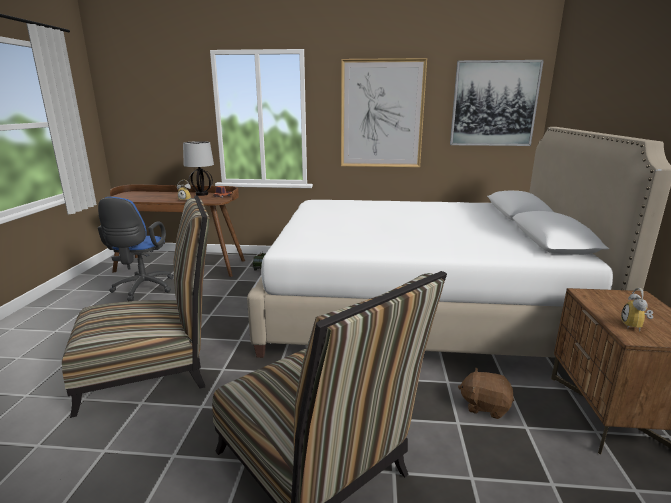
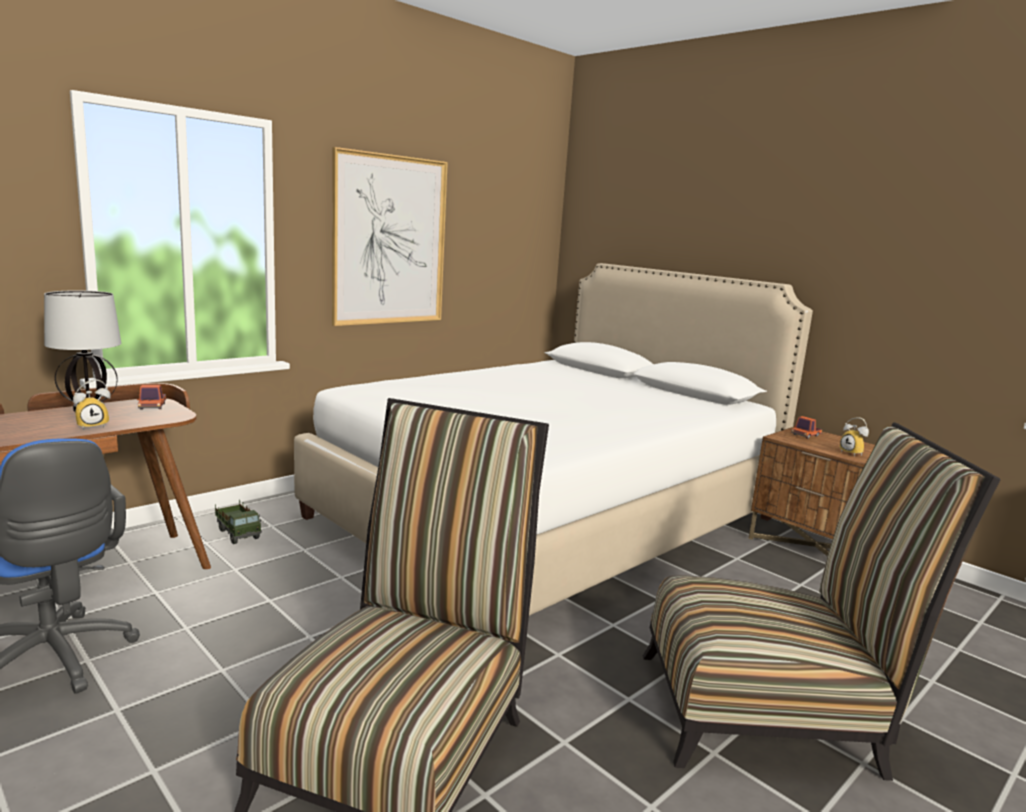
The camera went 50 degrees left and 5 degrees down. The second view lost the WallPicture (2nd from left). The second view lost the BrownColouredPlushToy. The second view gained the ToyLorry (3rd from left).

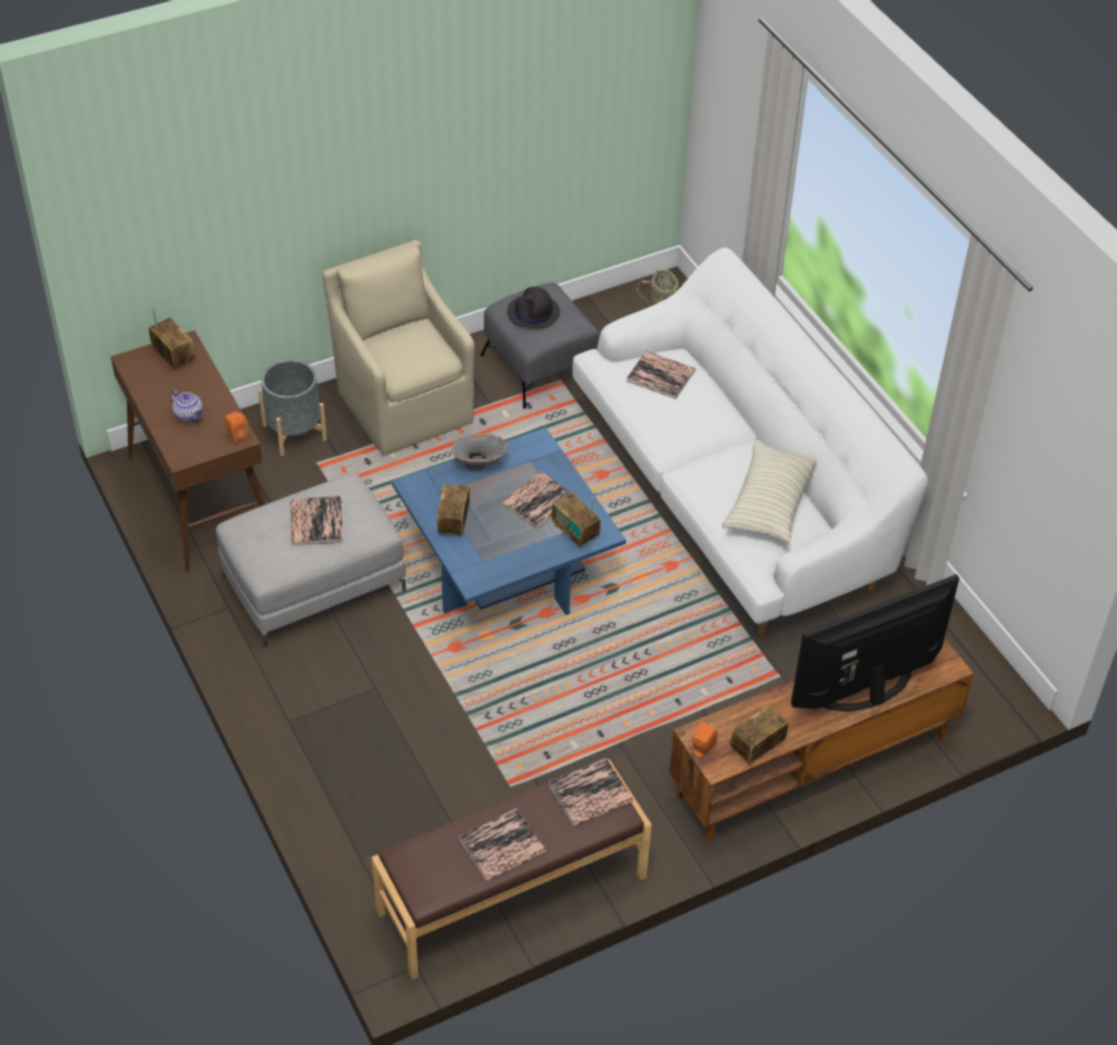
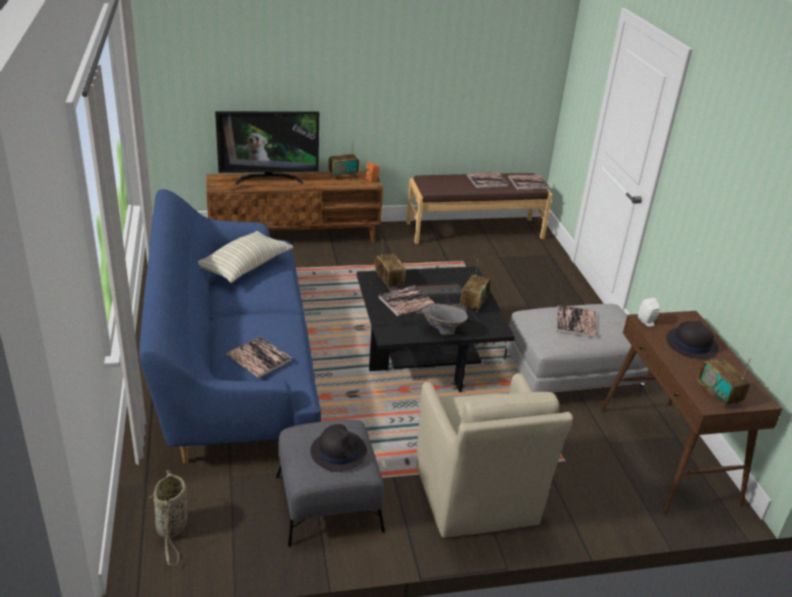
The camera went 165 degrees left and 15 degrees down. What was the WhiteColouredSofa turned into the BlueSofa. The second view lost the GreyFlowerPot. Where the Teapot stood, the BlackWearableHat (2nd from left) came to stand. What was the OrangeyAudioSpeaker (1st from left) turned into the WhiteColouredAudioSpeaker. What was the BlueLowTable turned into the BlackLowTable. The Volume (4th from left) ended up elsewhere.

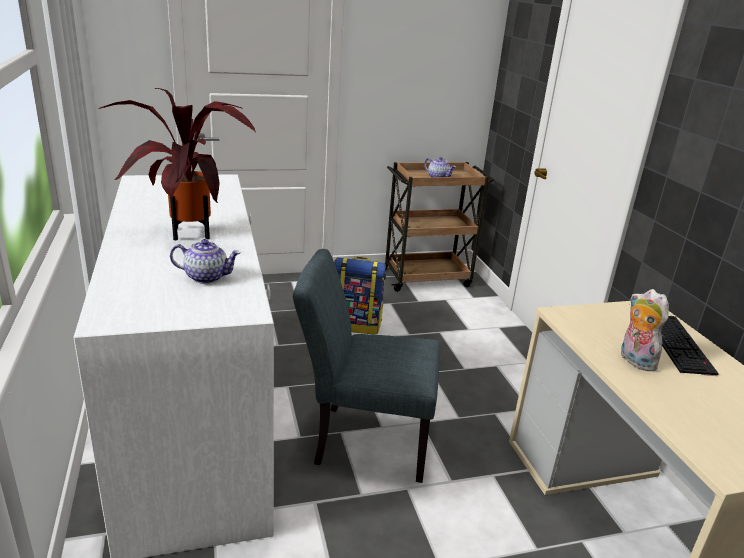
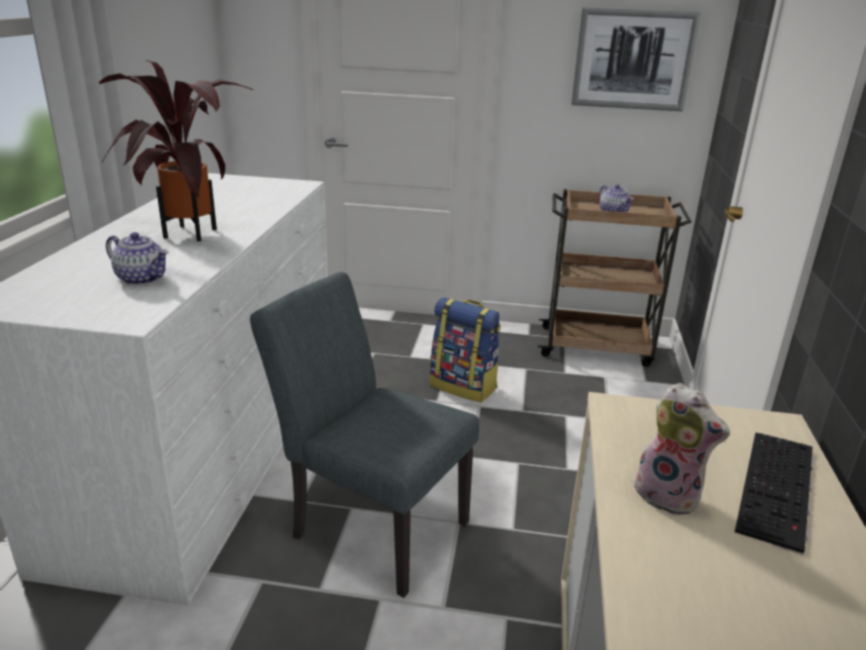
The camera went 25 degrees right and 0 degrees up. The PlushToy ended up facing another way, 135 degrees clockwise from before. The second view gained the WallPicture.

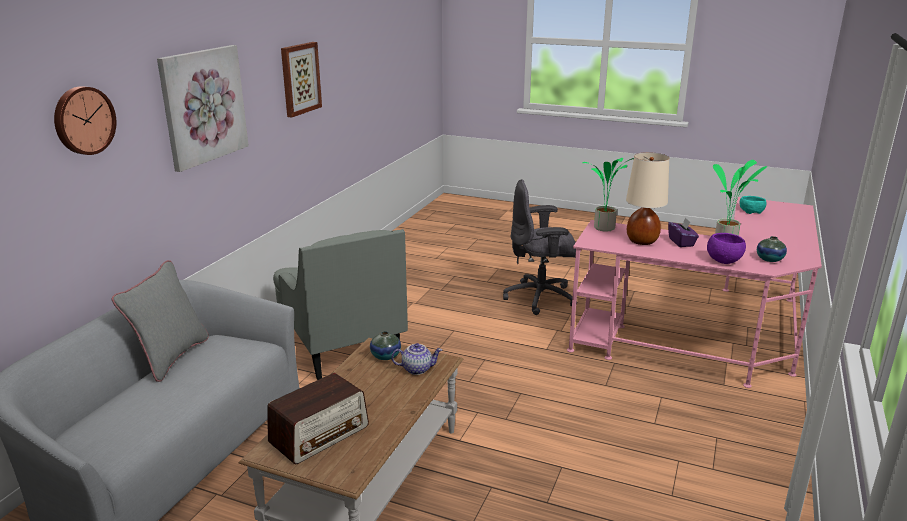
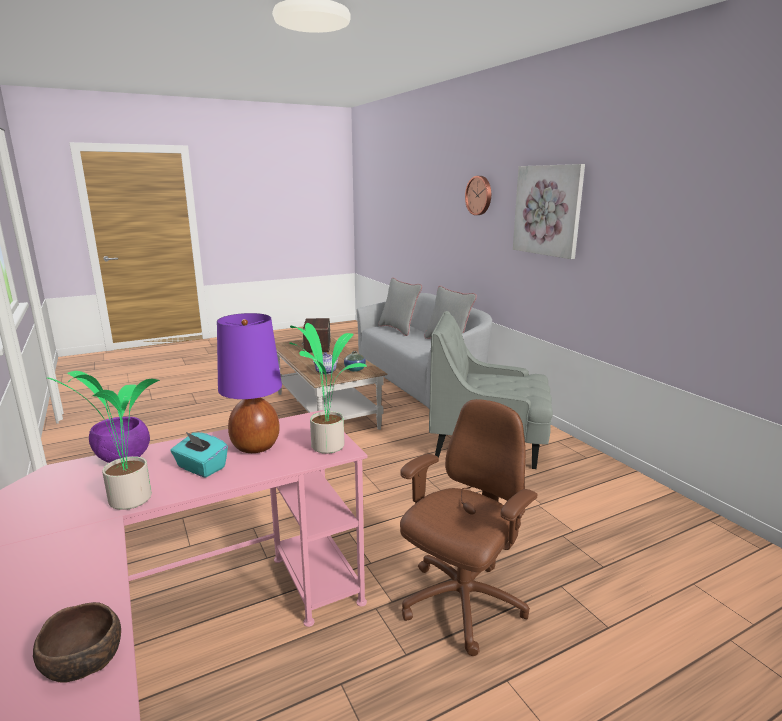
The camera went 130 degrees right and 5 degrees down. The second view lost the WallPicture (2nd from left). What was the SandColouredTableLamp turned into the PurpleTableLamp. What was the GreyComputerChair turned into the BrownColouredComputerChair. What was the TurquoiseServingBowl turned into the BrownColouredServingBowl. What was the PurpleTissueHolder turned into the TurquoiseTissueHolder. The second view lost the DecorativeVase (2nd from left). The second view gained the GreyPillow (1st from left).

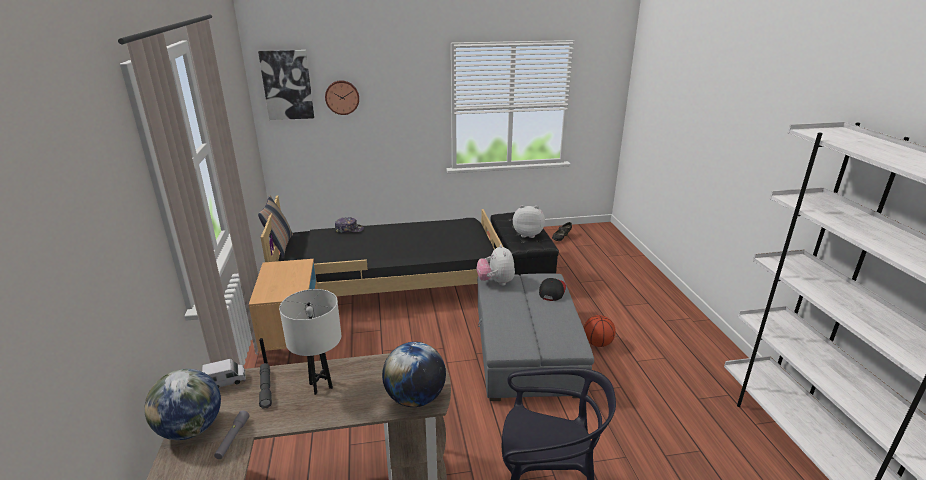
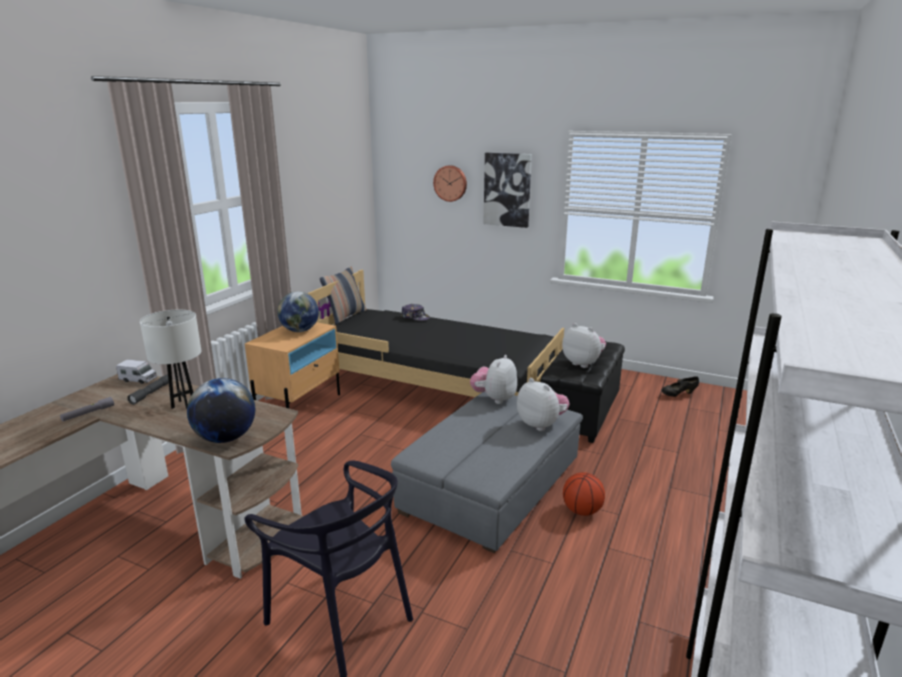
The camera went 35 degrees right and 5 degrees down. The WallPicture ended up elsewhere. Where the Cap (2nd from left) stood, the PlushToy (2nd from left) came to stand. The WorldGlobe (1st from left in the first image) ended up elsewhere.

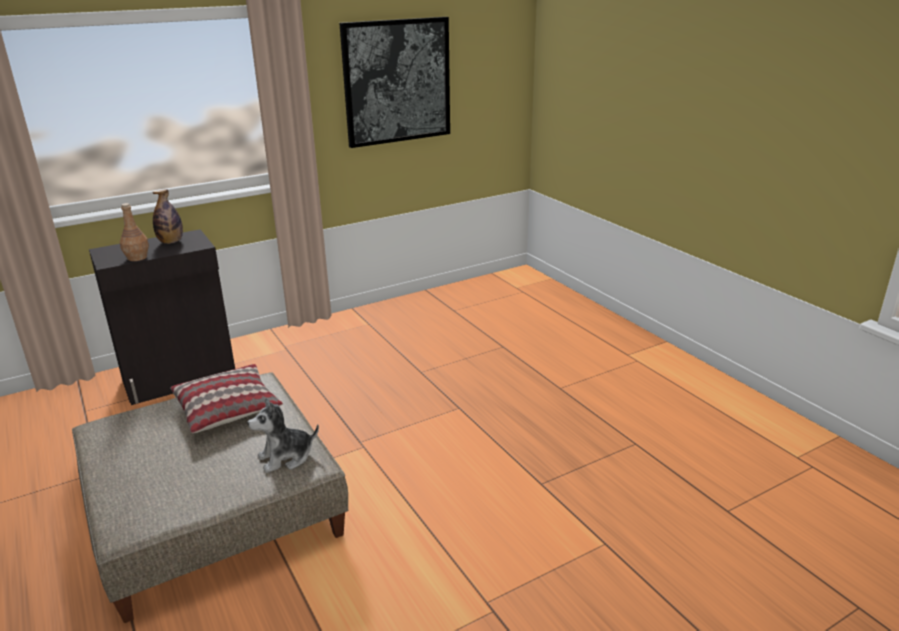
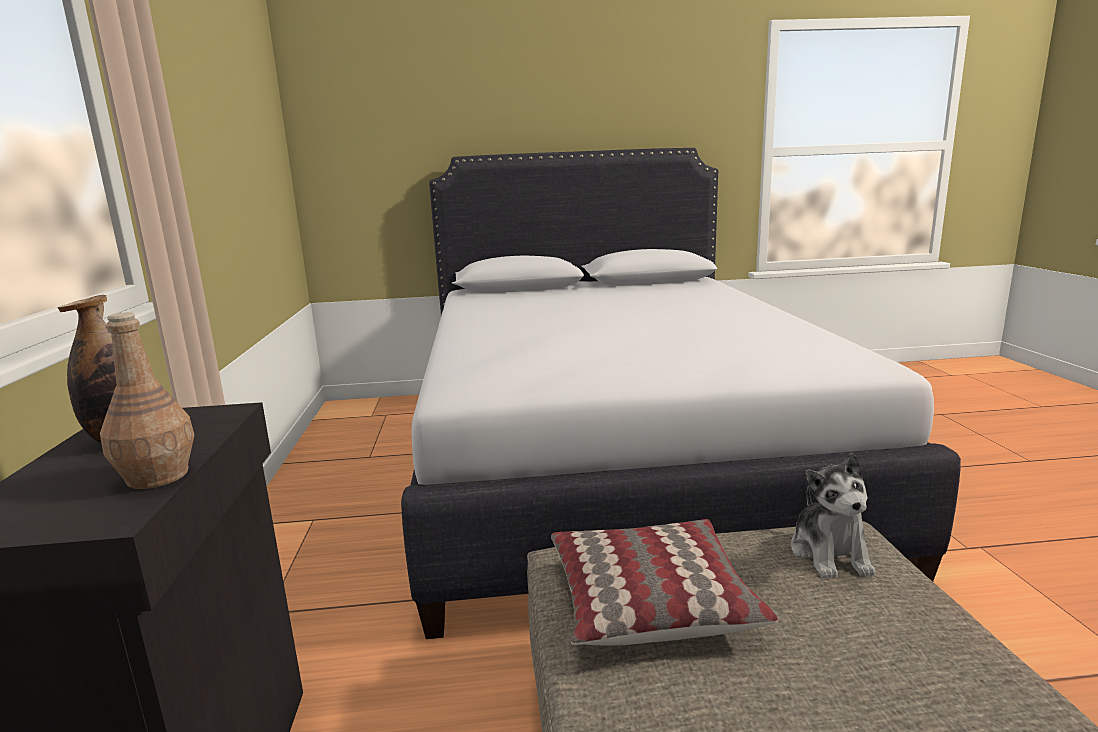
The camera went 65 degrees left and 10 degrees down. The second view lost the WallPicture. The second view gained the WhiteColouredBedroomBed.

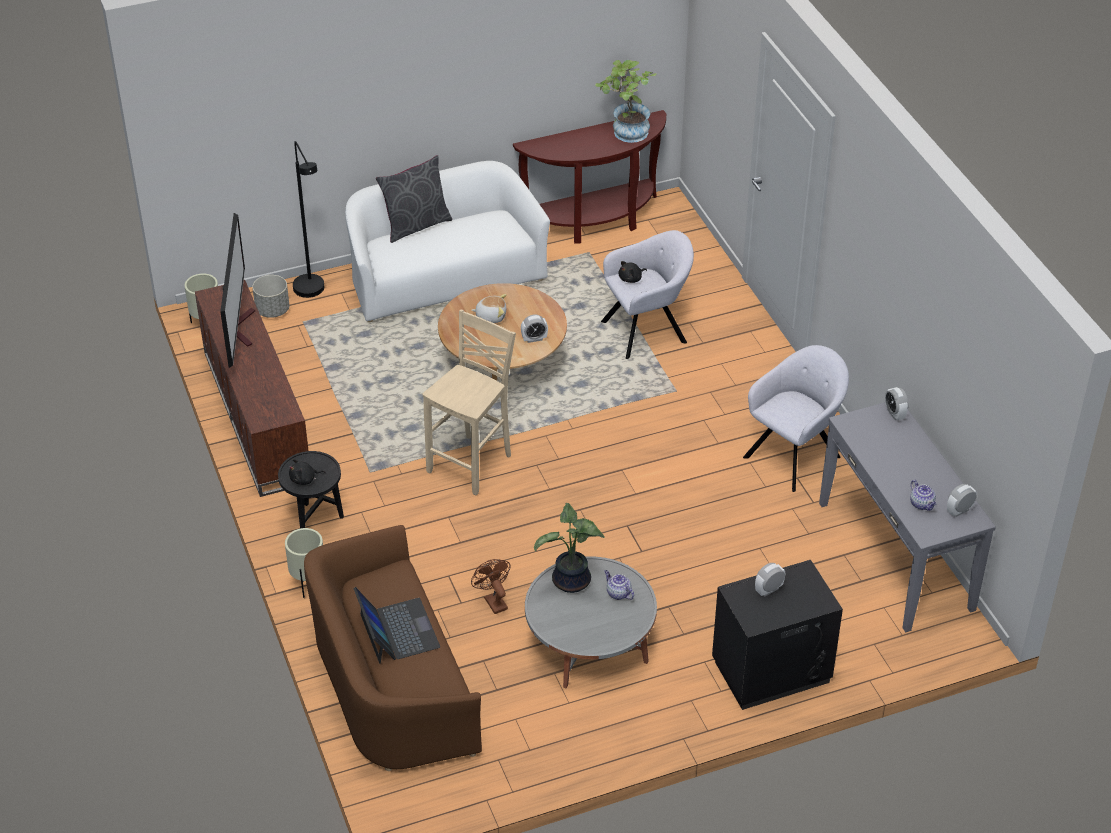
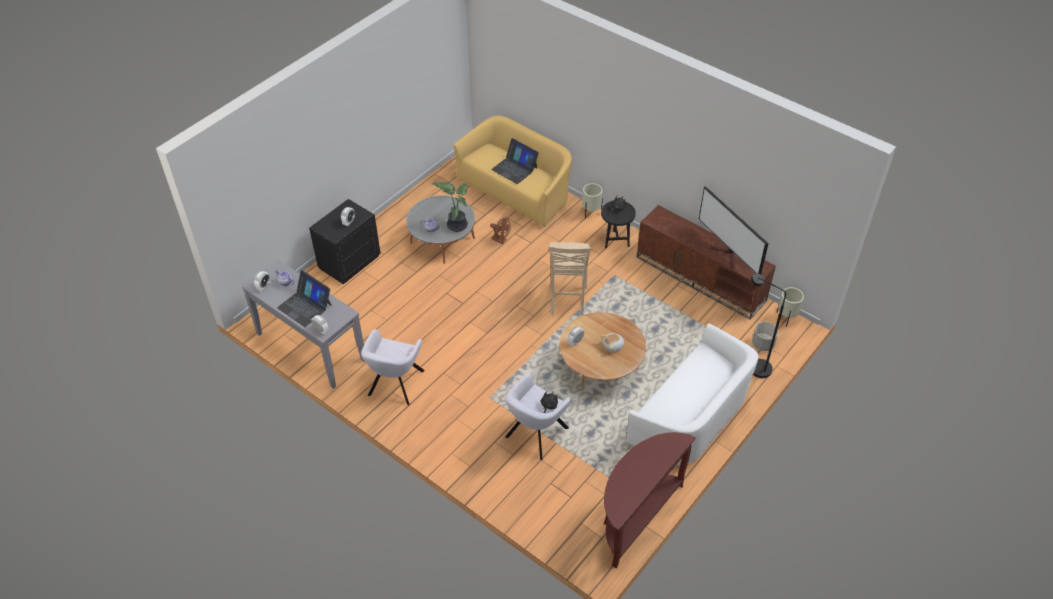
The camera went 150 degrees right and 5 degrees up. The second view lost the Houseplant (2nd from left). The second view lost the GreyPillow. What was the BrownColouredSofa turned into the YellowColouredSofa. The second view gained the PortableComputer (1st from left).

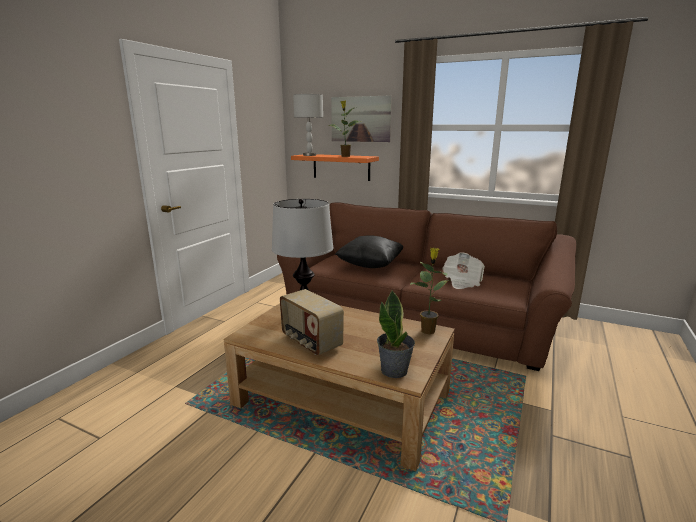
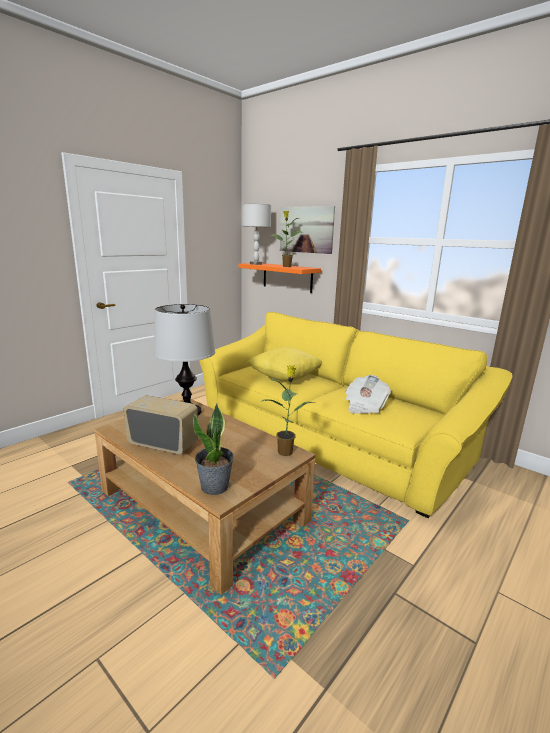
The camera went 15 degrees right and 0 degrees up. What was the BrownColouredSofa turned into the YellowColouredSofa. What was the BlackPillow turned into the YellowColouredPillow. The Radio ended up facing another way, 135 degrees clockwise from before.

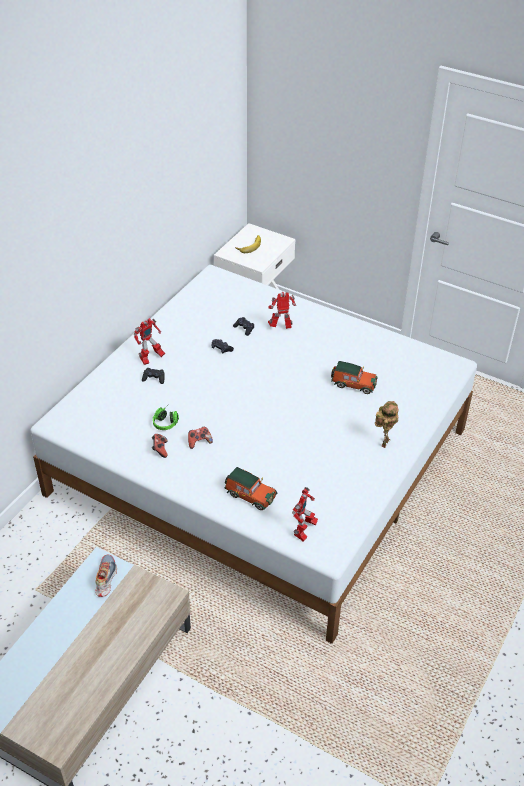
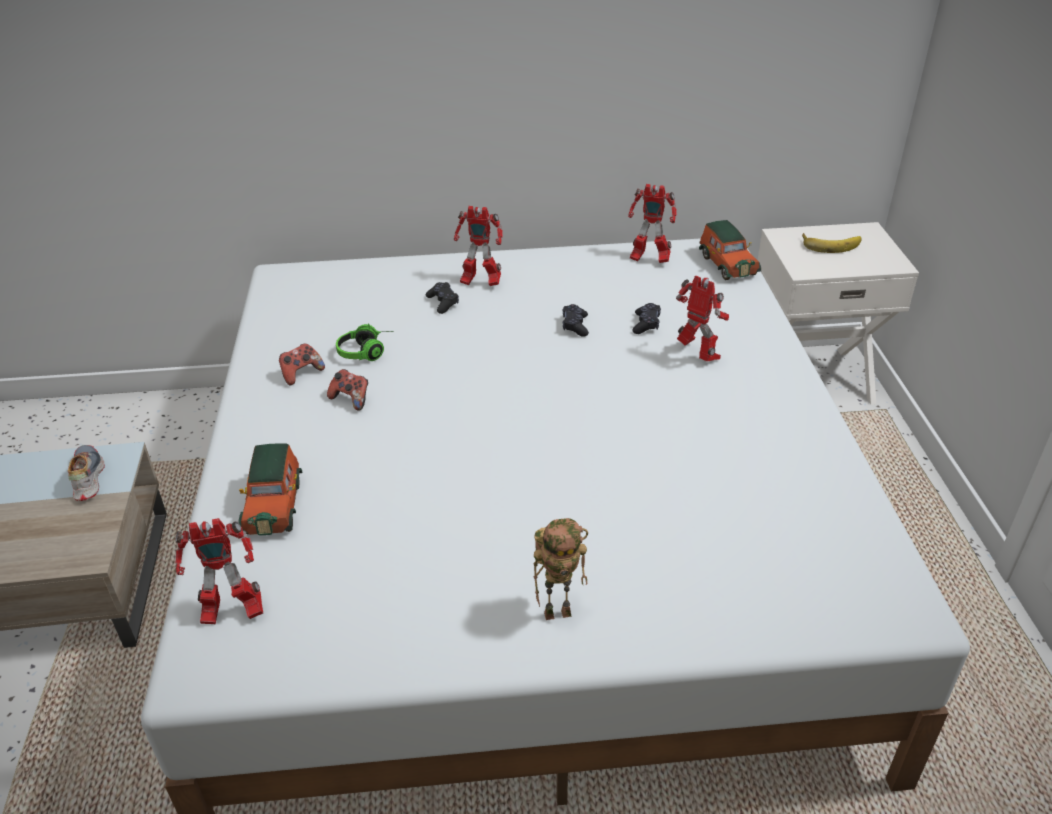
The camera went 55 degrees right and 5 degrees down. The ModelCar (2nd from left) ended up elsewhere. The LowShoe ended up facing another way, 75 degrees counterclockwise from before. The second view gained the ModelRobot (4th from left).

